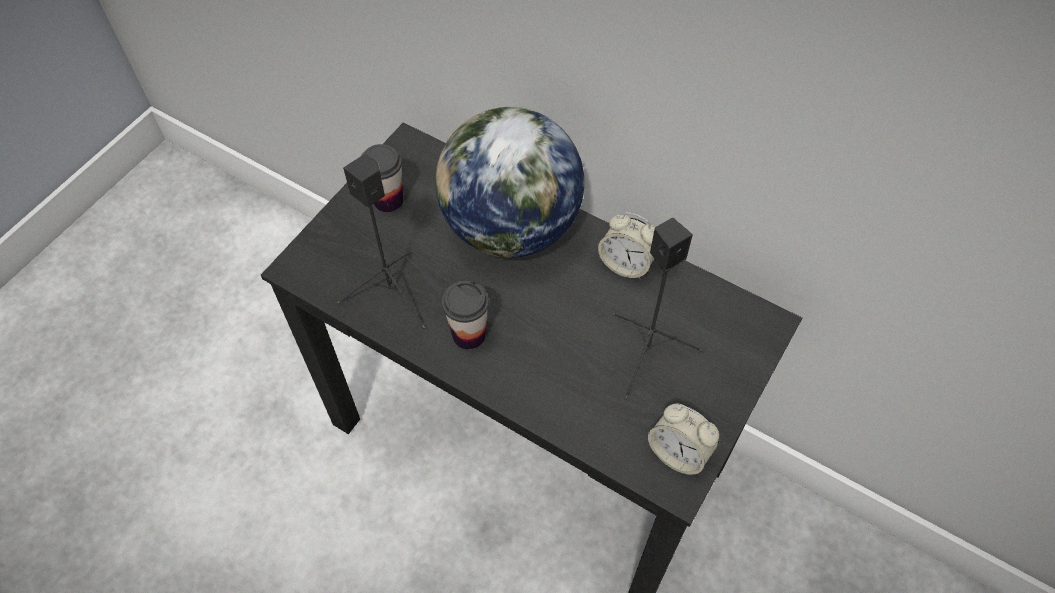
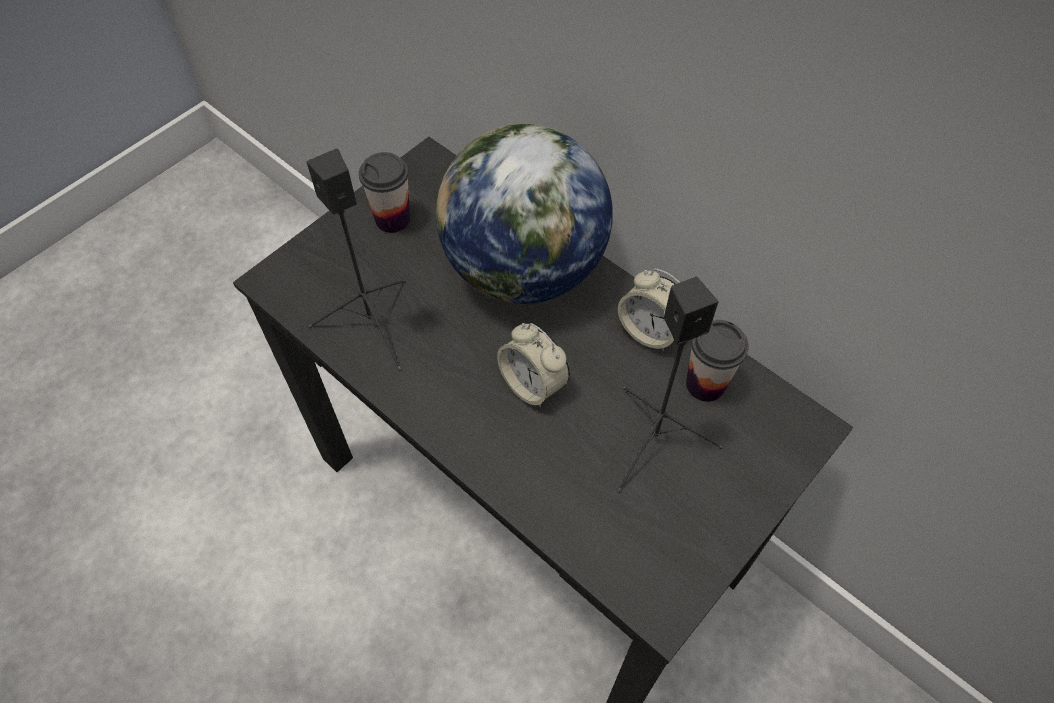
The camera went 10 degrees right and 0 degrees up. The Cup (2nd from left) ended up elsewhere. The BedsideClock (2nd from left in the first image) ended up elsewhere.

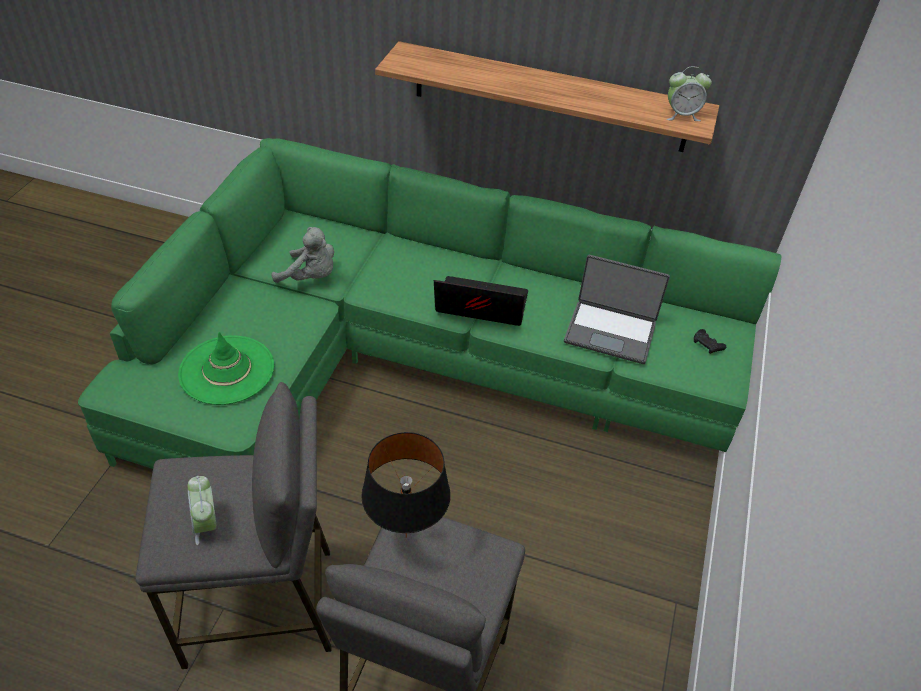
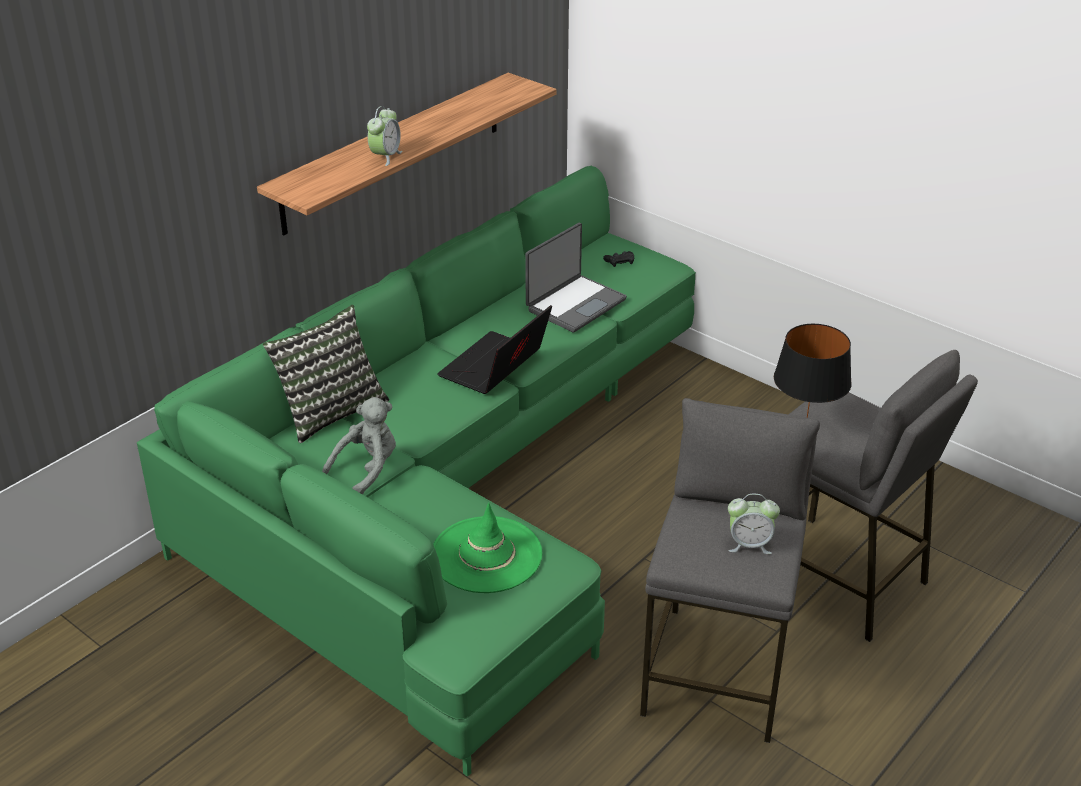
The camera went 65 degrees left and 10 degrees down. The BedsideClock (2nd from left in the first image) ended up elsewhere. The second view gained the Pillow.

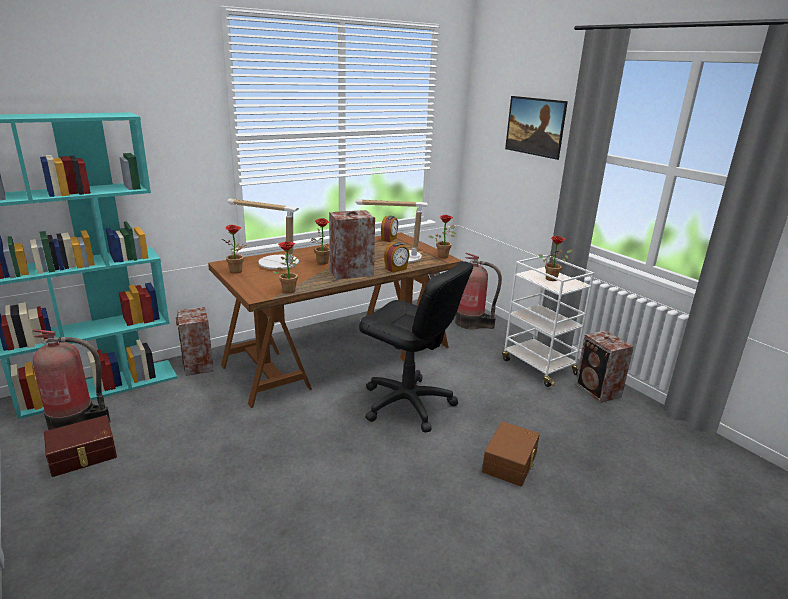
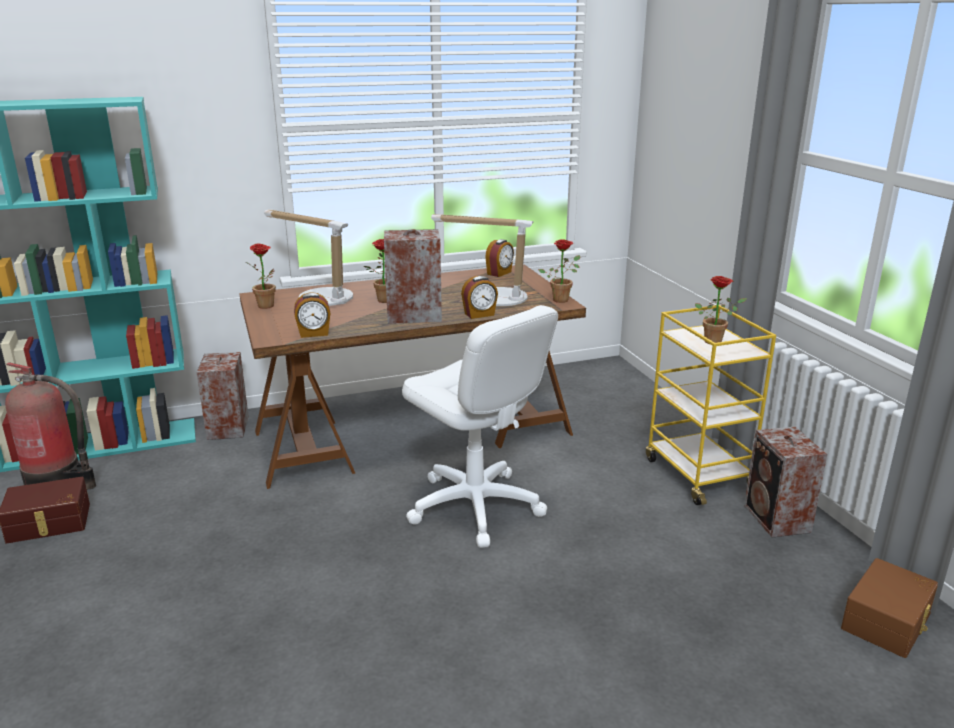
The camera went 15 degrees right and 0 degrees up. The second view lost the WallPicture. Where the Houseplant (2nd from left) stood, the BedsideClock (1st from left) came to stand. The second view lost the Extinguisher (2nd from left). What was the WhiteColouredTrolley turned into the YellowColouredTrolley. What was the BlackComputerChair turned into the WhiteColouredComputerChair. The BrownColouredStorageBox (2nd from left) ended up elsewhere.

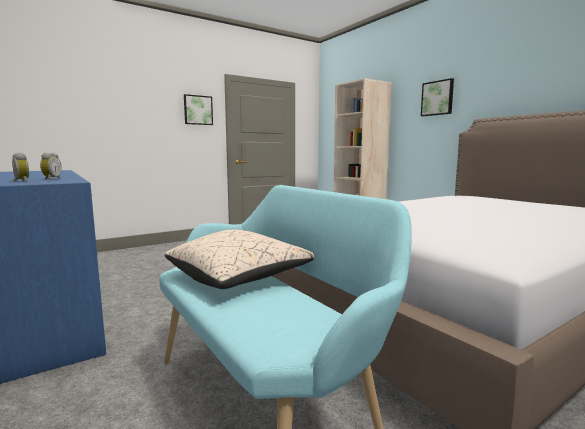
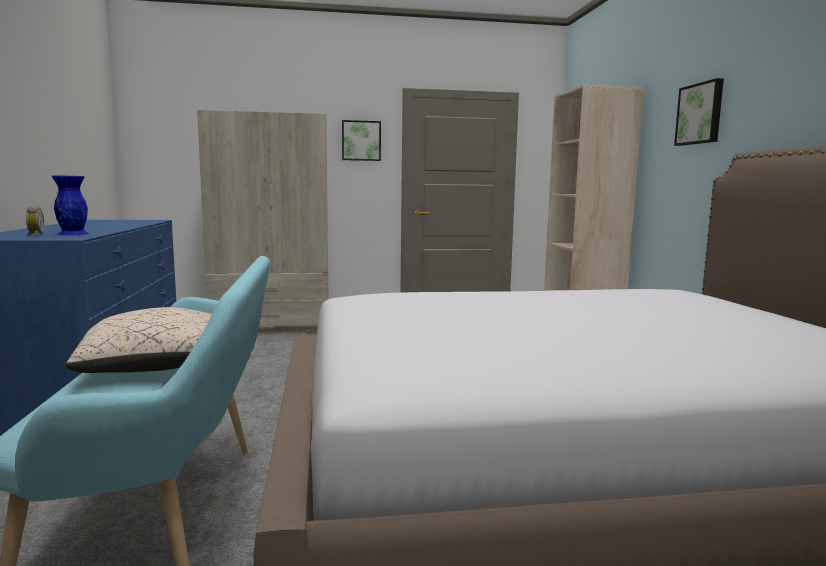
The camera went 25 degrees right and 0 degrees up. Where the BedsideClock (2nd from left) stood, the BlueDecorativeVase came to stand. The second view gained the SandColouredWardrobe.

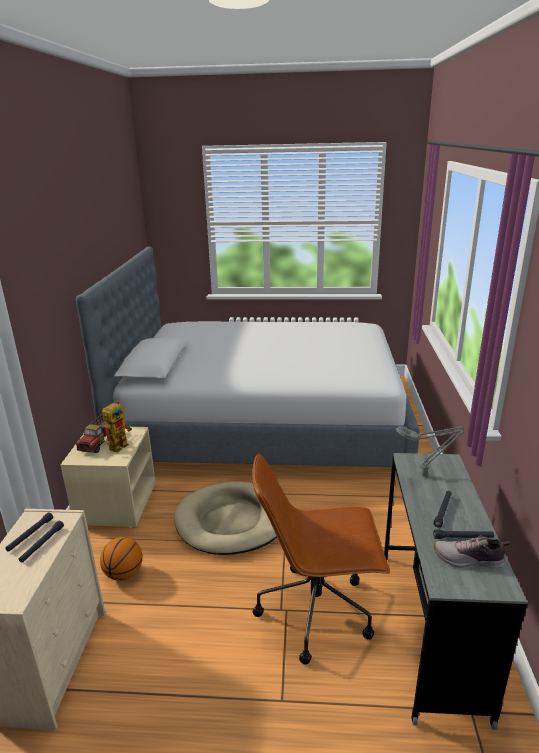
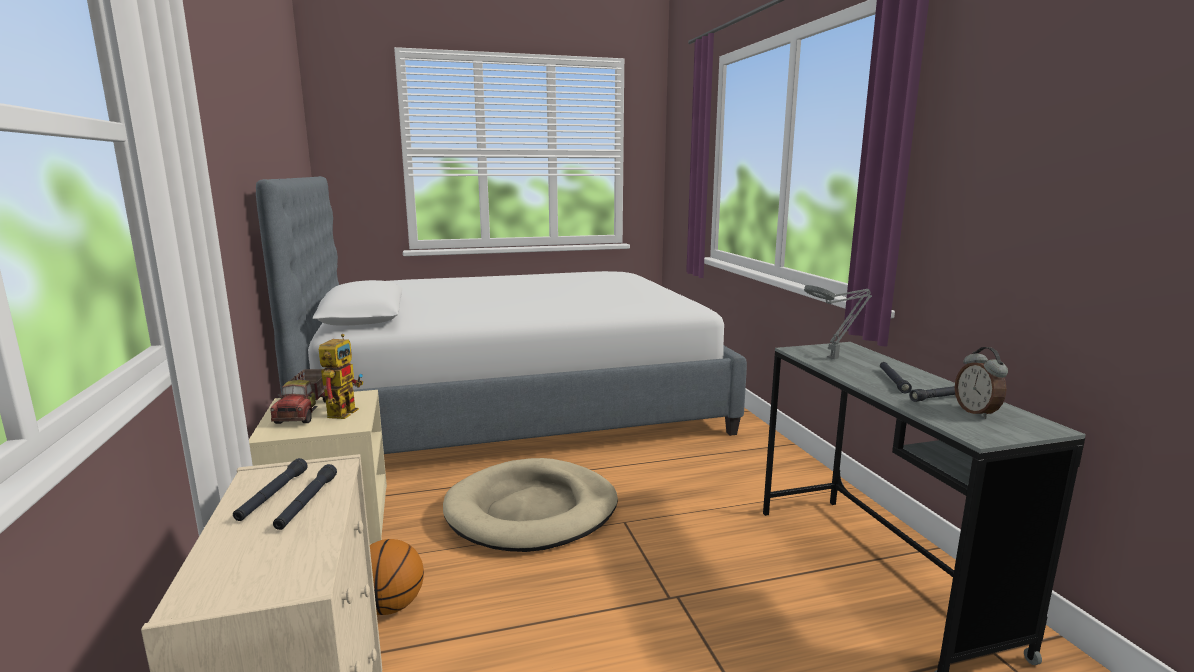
The camera went 20 degrees left and 10 degrees down. The second view lost the BrownColouredComputerChair. Where the LowShoe stood, the BedsideClock came to stand.

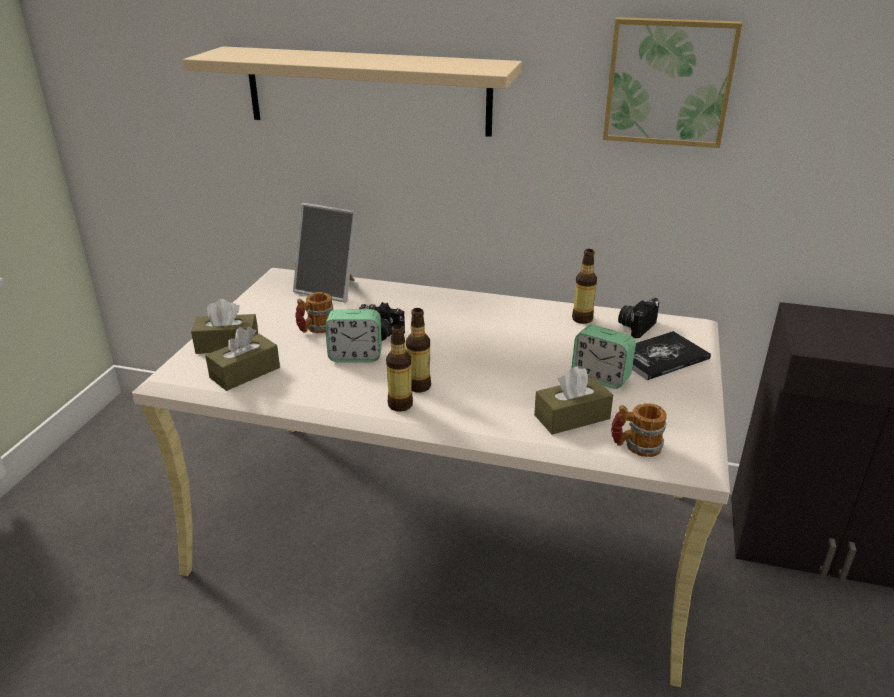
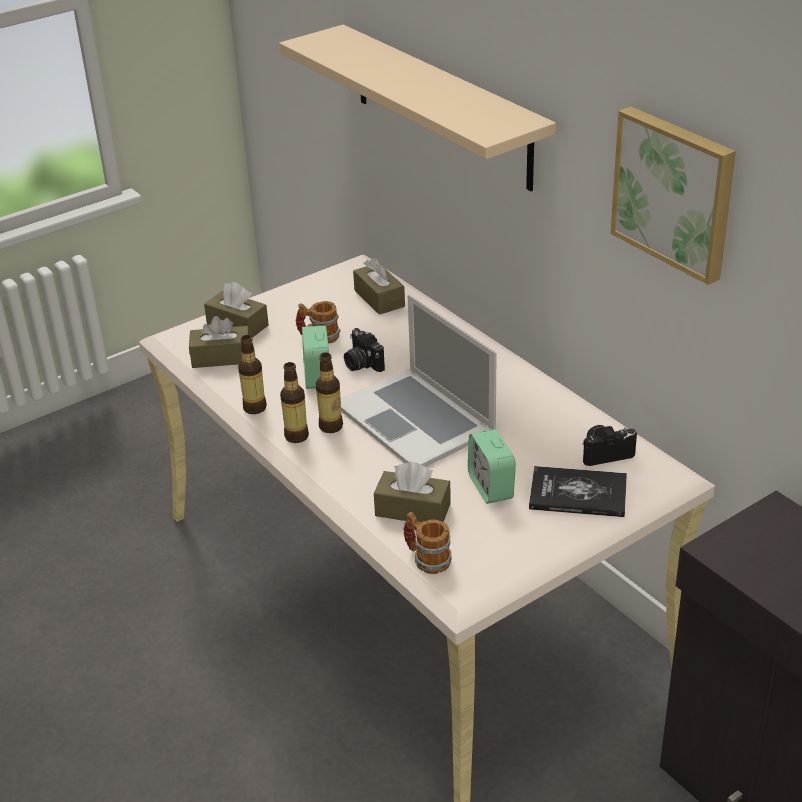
The camera went 40 degrees right and 5 degrees up. Where the StandingFrame stood, the BrownColouredTissueHolder (3rd from left) came to stand. The BeverageBottle (3rd from left in the first image) ended up elsewhere. The BedsideClock (1st from left) ended up facing another way, 45 degrees clockwise from before. The second view gained the PortableComputer.

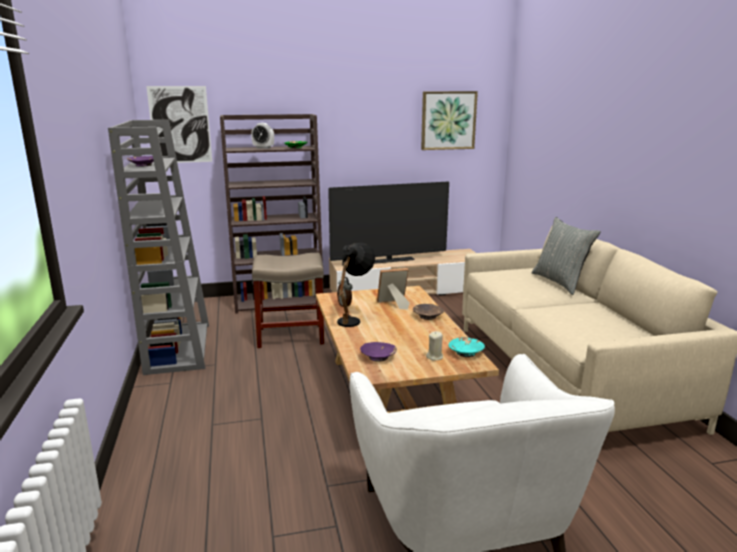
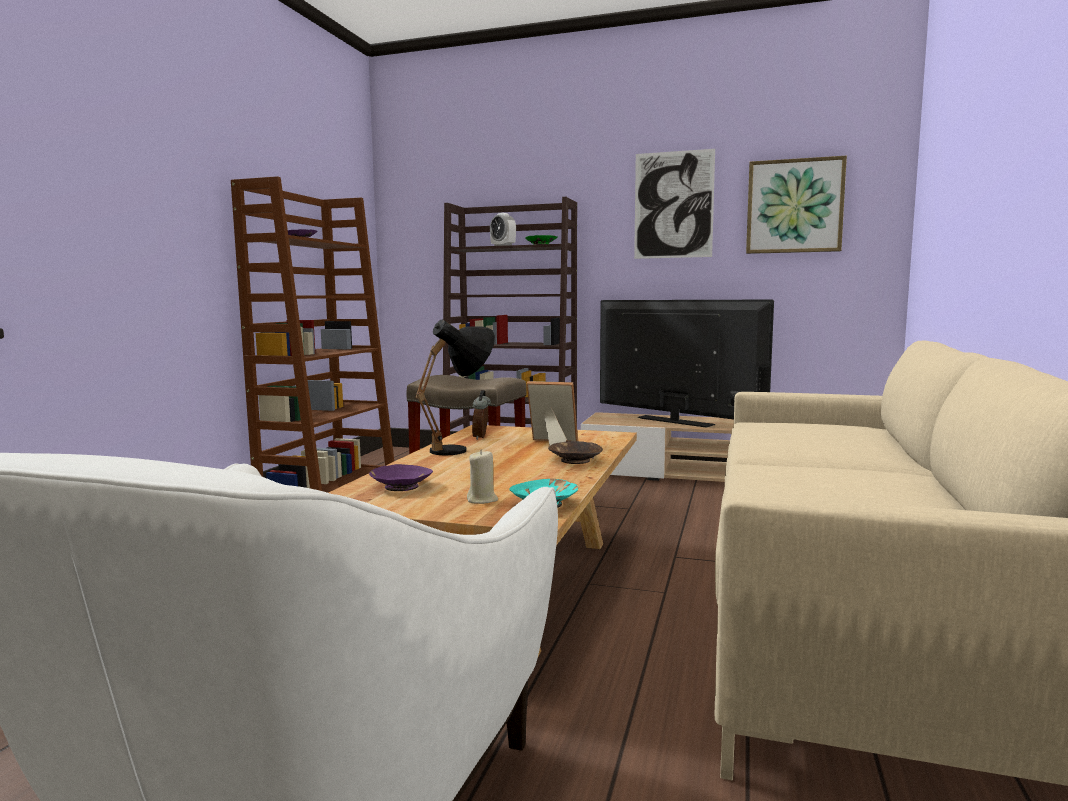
The camera went 30 degrees right and 10 degrees down. The WallPicture (1st from left) ended up elsewhere. What was the GreyBookshelf turned into the BrownColouredBookshelf (1st from left). The Tv ended up facing another way, 150 degrees counterclockwise from before. The second view lost the GreyPillow.

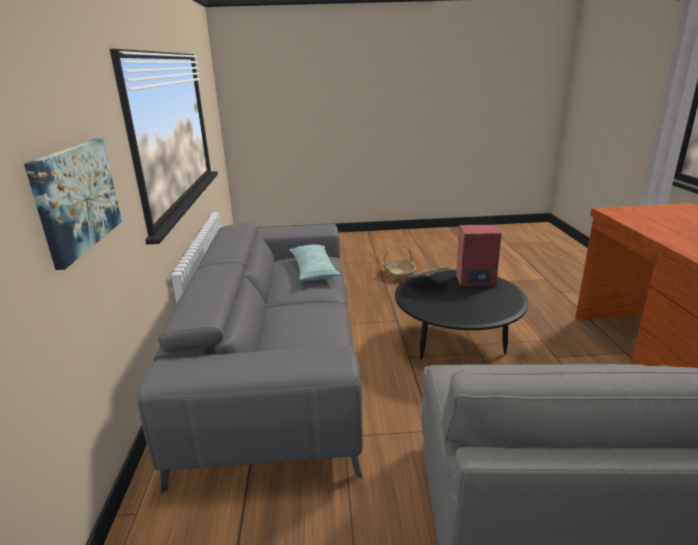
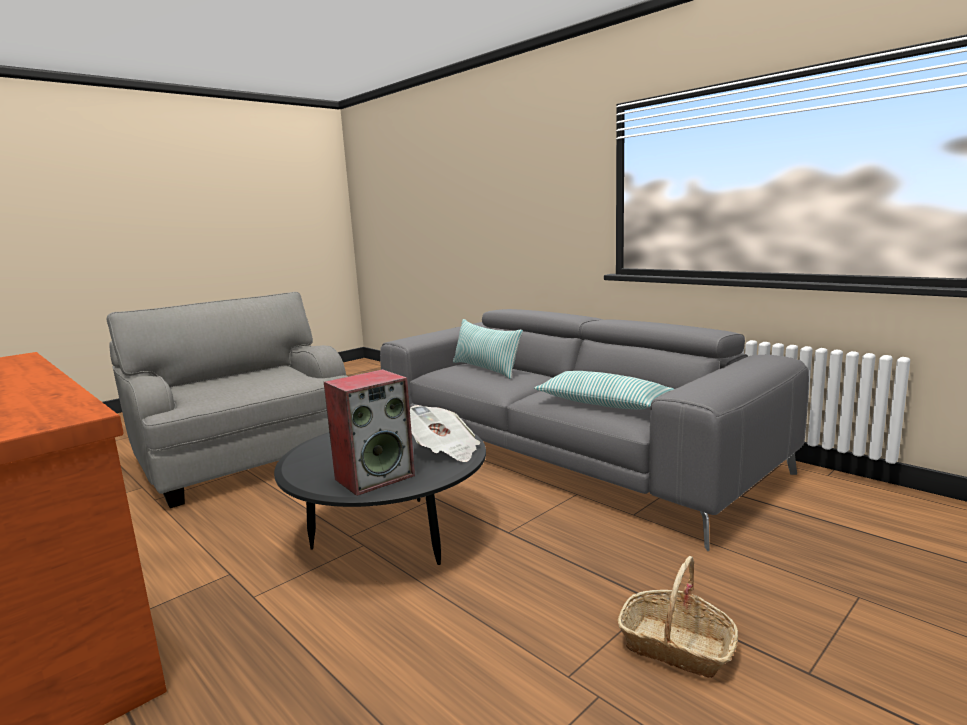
The camera went 140 degrees right and 10 degrees down. The second view lost the WallPicture. The second view gained the Pillow (1st from left).

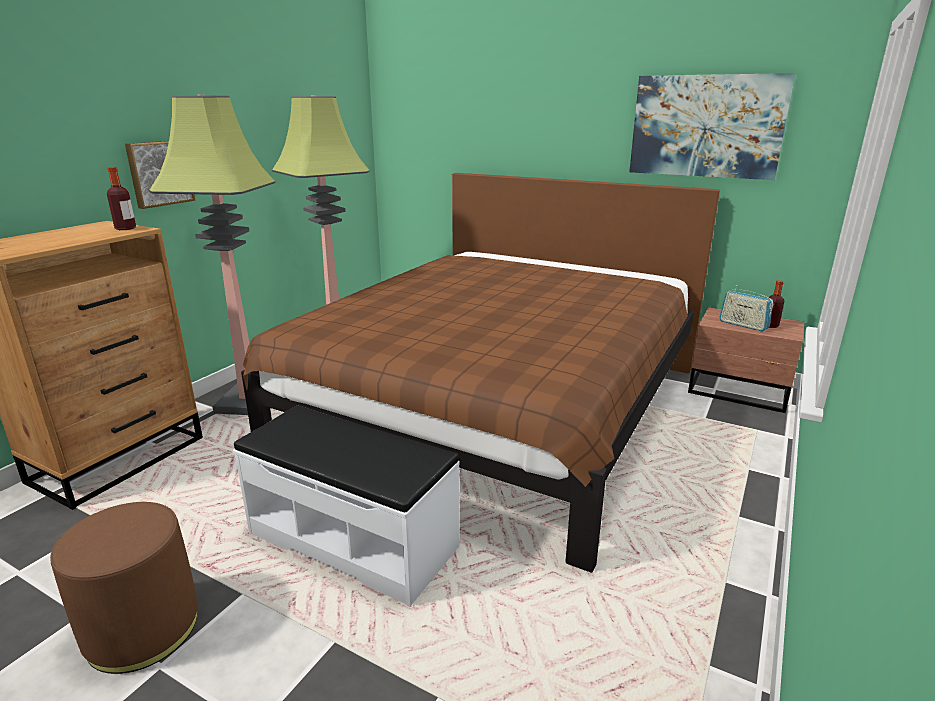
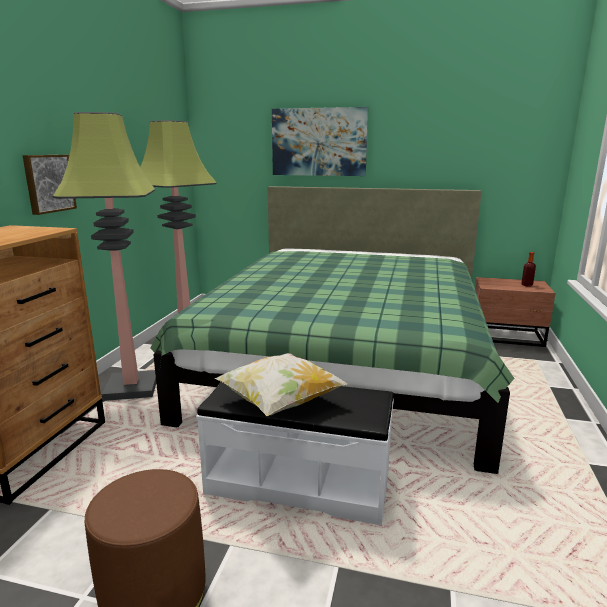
The camera went 15 degrees left and 5 degrees down. The WallPicture (2nd from left) ended up elsewhere. The second view lost the BeverageBottle (1st from left). What was the BrownColouredBedroomBed turned into the GreenBedroomBed. The second view lost the Radio. The second view gained the Pillow.

